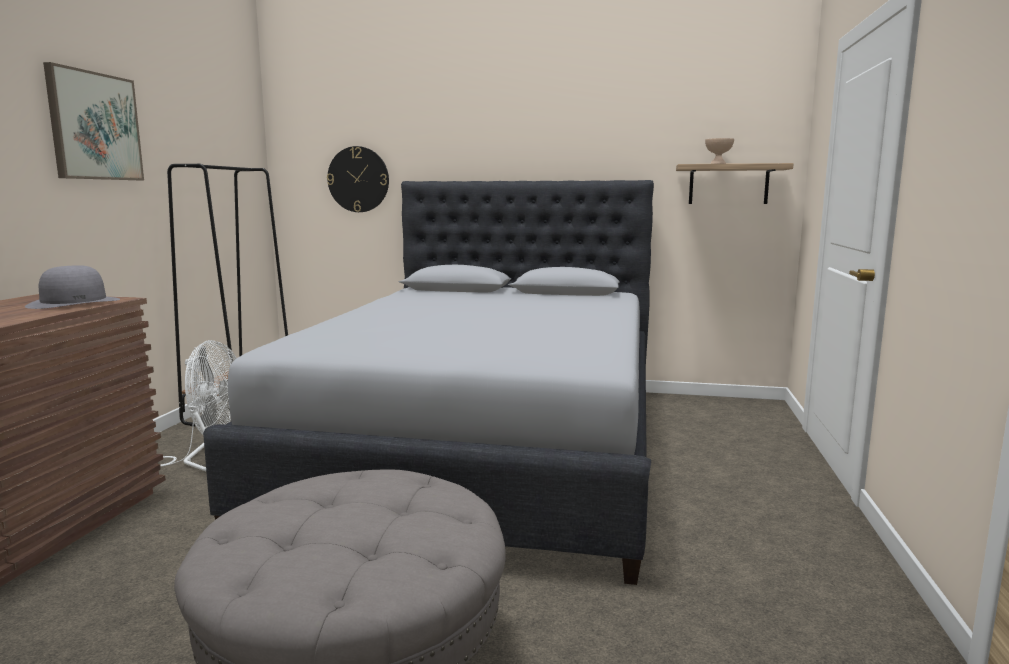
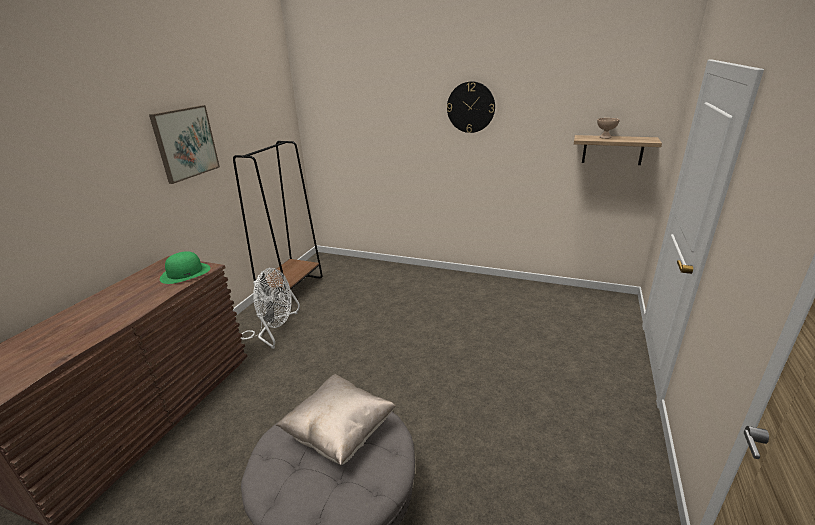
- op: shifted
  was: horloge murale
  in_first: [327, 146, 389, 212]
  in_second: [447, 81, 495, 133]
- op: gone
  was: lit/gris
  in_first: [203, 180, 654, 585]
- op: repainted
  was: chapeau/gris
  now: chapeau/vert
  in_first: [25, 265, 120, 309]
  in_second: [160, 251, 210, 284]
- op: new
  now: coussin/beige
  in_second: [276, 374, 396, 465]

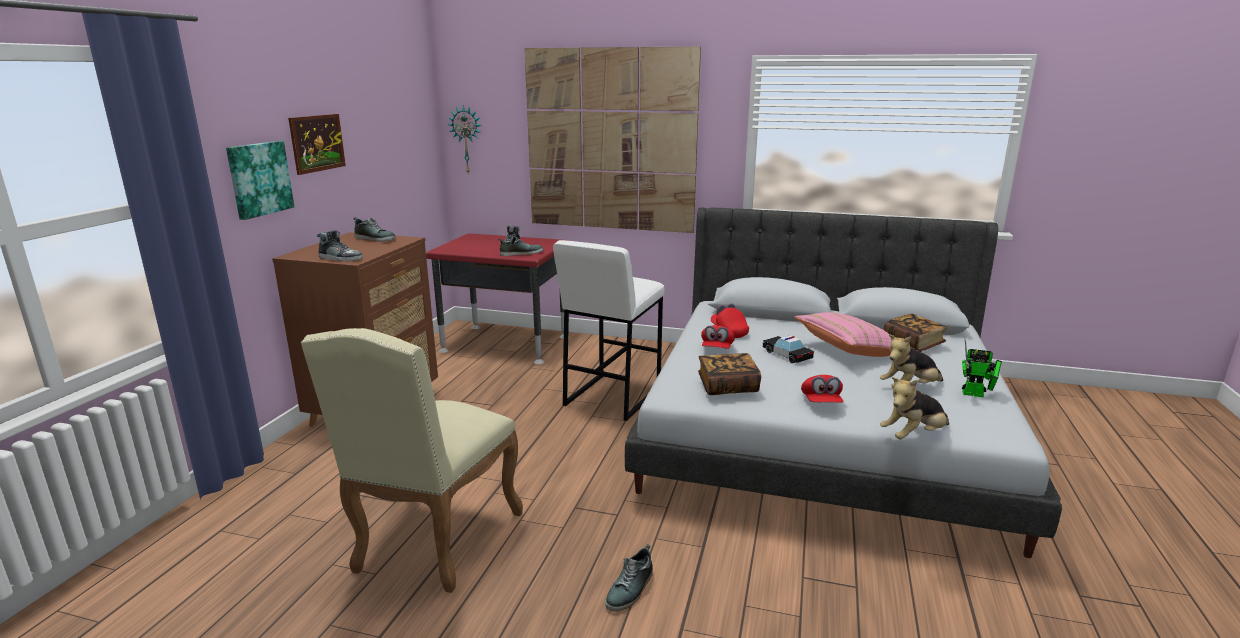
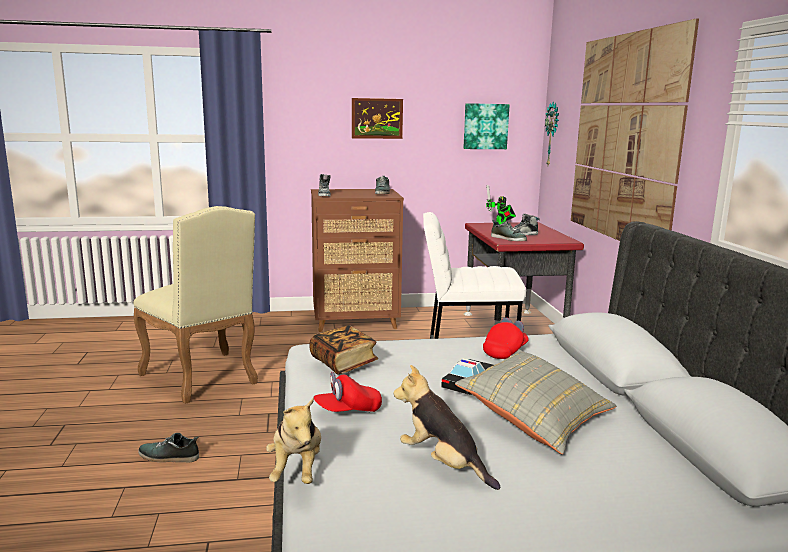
- op: shifted
  was: tableau
  in_first: [226, 141, 294, 220]
  in_second: [463, 103, 510, 149]
- op: repainted
  was: coussin/rose
  now: coussin/gris
  in_first: [795, 312, 891, 357]
  in_second: [455, 350, 616, 454]
- op: gone
  was: livre
  in_first: [884, 314, 947, 352]
- op: gone
  was: casquette/rouge
  in_first: [701, 325, 735, 349]
- op: rotated
  was: chaise/beige
  in_first: [301, 328, 523, 593]
  in_second: [134, 206, 258, 404]
  clockwise: -120
- op: shifted
  was: robot jouet
  in_first: [962, 339, 1002, 397]
  in_second: [486, 184, 516, 224]
- op: rotated
  was: peluche
  in_first: [880, 377, 949, 439]
  in_second: [266, 397, 321, 484]
  clockwise: -135

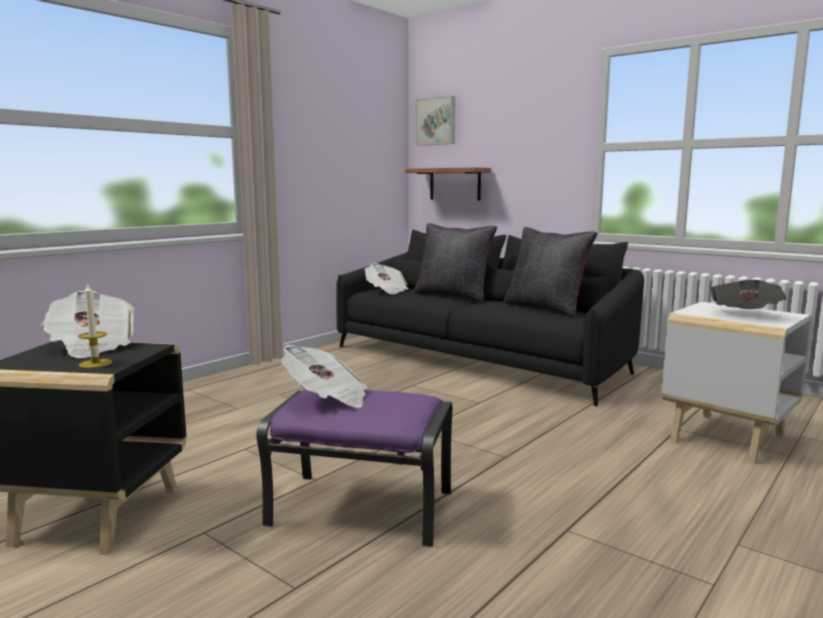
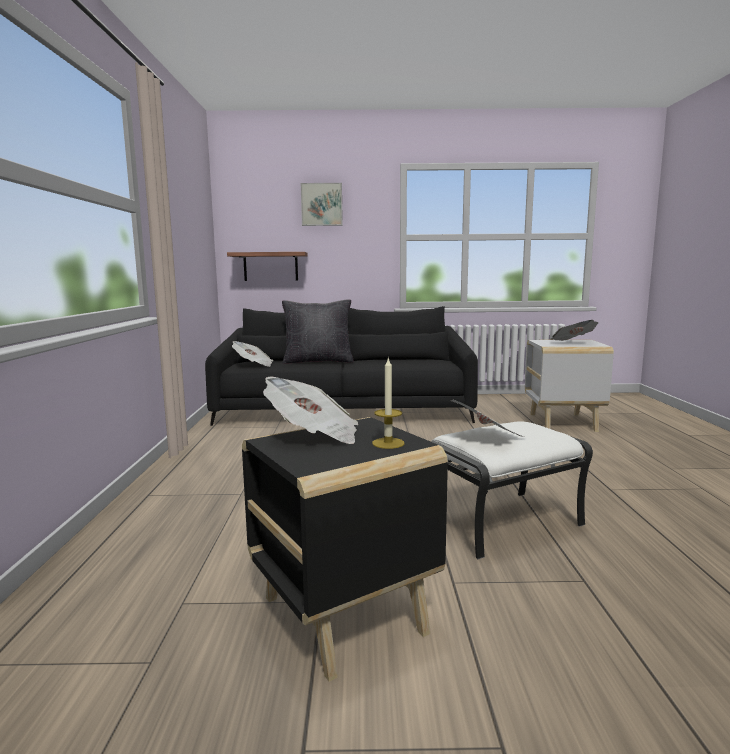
- op: shifted
  was: tableau
  in_first: [416, 96, 455, 146]
  in_second: [301, 183, 343, 226]
- op: gone
  was: coussin/noir
  in_first: [503, 227, 597, 317]
- op: repainted
  was: pouf/violet
  now: pouf/blanc
  in_first: [256, 389, 452, 547]
  in_second: [431, 421, 593, 559]

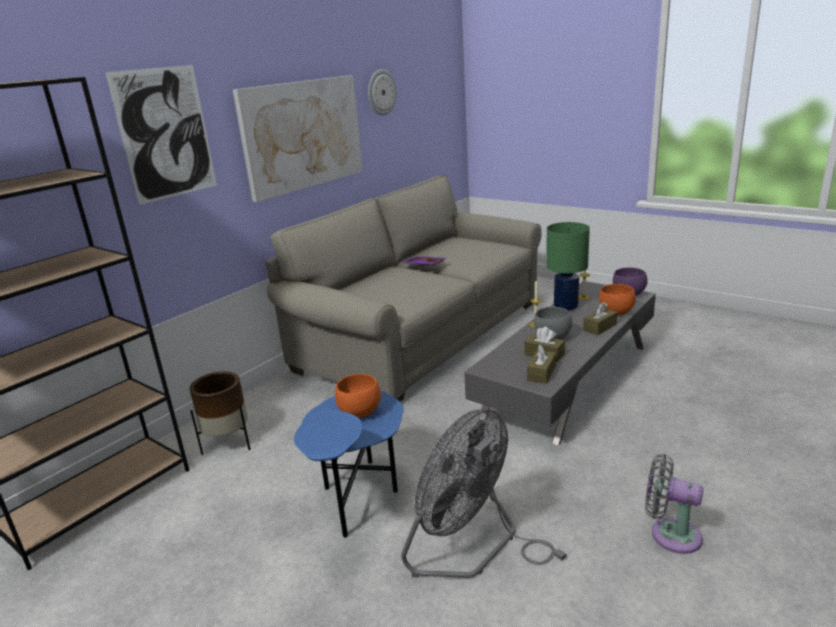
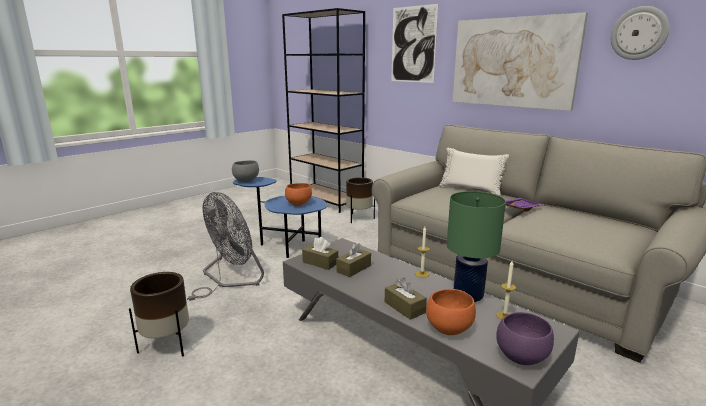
- op: shifted
  was: bol/gris
  in_first: [534, 307, 572, 340]
  in_second: [232, 160, 259, 182]
- op: swapped
  was: ventilateur/gris
  now: cache-pot/marron
  in_first: [645, 454, 703, 554]
  in_second: [129, 272, 189, 357]
- op: new
  now: coussin/blanc
  in_second: [439, 148, 509, 196]

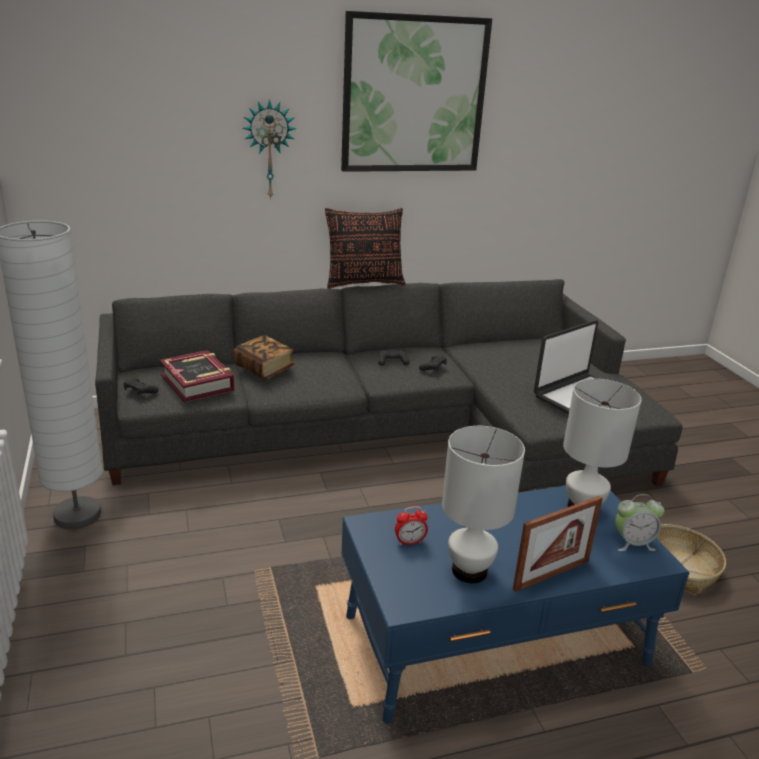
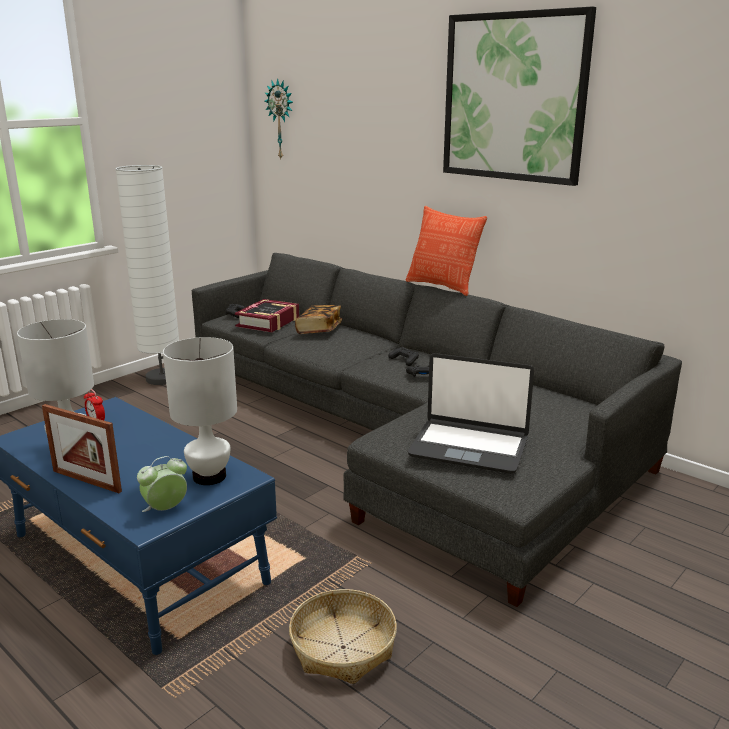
- op: shifted
  was: horloge murale
  in_first: [242, 99, 297, 200]
  in_second: [264, 78, 293, 160]
- op: repainted
  was: coussin/noir
  now: coussin/orange
  in_first: [325, 208, 405, 289]
  in_second: [406, 206, 487, 296]
- op: rotated
  was: réveil
  in_first: [615, 494, 665, 551]
  in_second: [137, 456, 187, 512]
  clockwise: 90

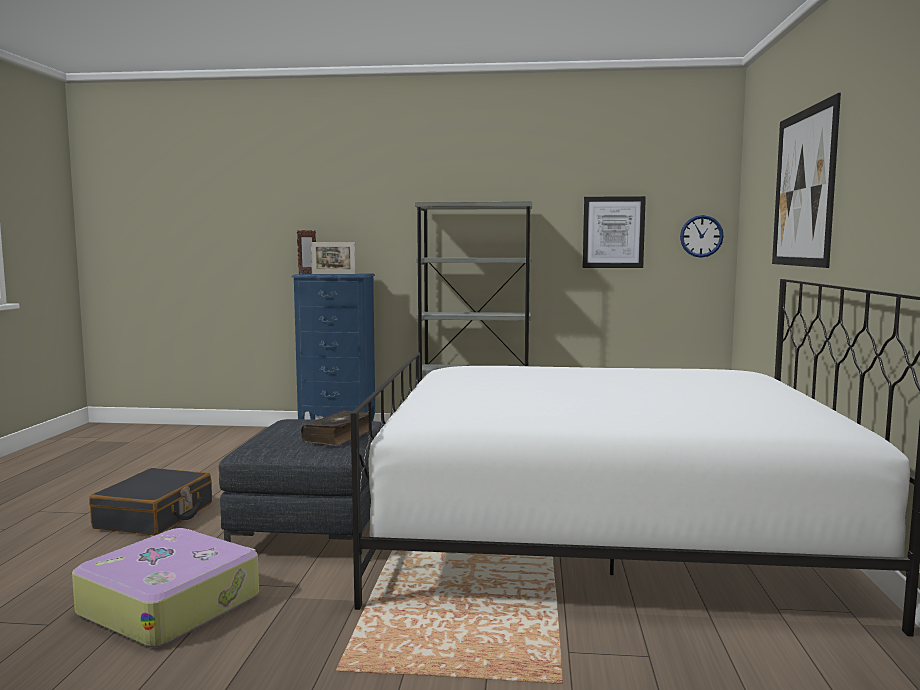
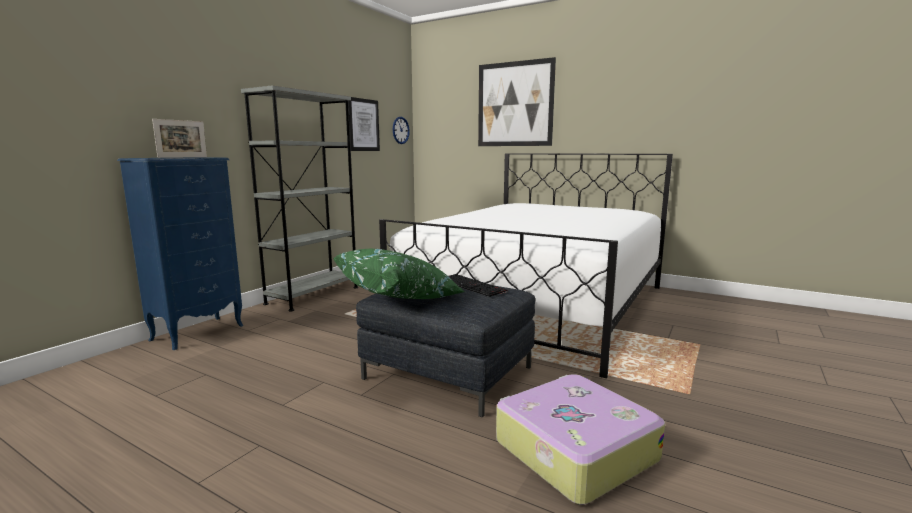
- op: gone
  was: cadre photo
  in_first: [297, 230, 316, 274]
- op: swapped
  was: livre
  now: clavier
  in_first: [301, 410, 373, 446]
  in_second: [448, 274, 508, 297]
- op: gone
  was: valise/noir
  in_first: [89, 468, 212, 535]
- op: new
  now: coussin/vert
  in_second: [333, 249, 465, 299]

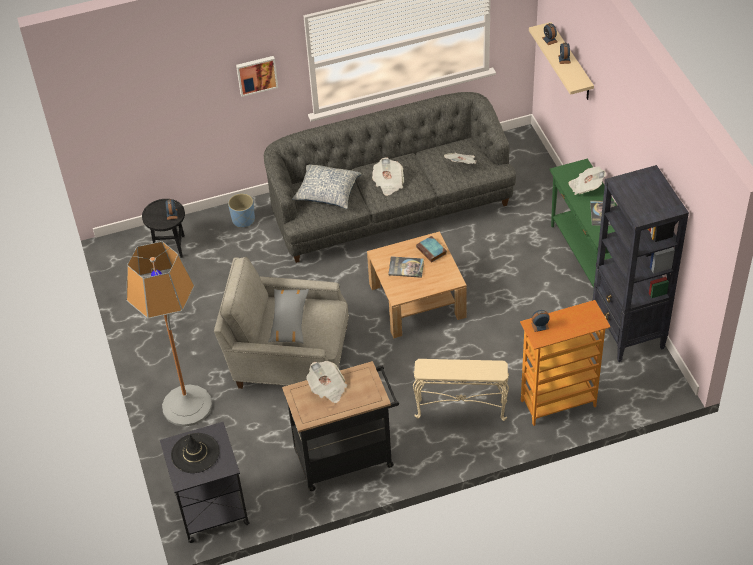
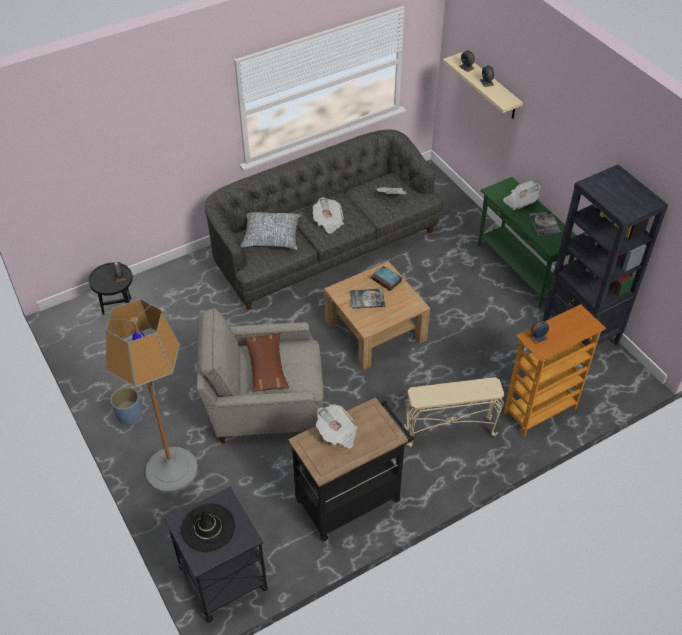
- op: gone
  was: tableau
  in_first: [236, 56, 278, 97]
- op: shifted
  was: cache-pot/bleu
  in_first: [228, 193, 255, 228]
  in_second: [110, 387, 142, 425]
- op: repainted
  was: coussin/gris
  now: coussin/marron
  in_first: [268, 289, 309, 343]
  in_second: [244, 332, 289, 392]

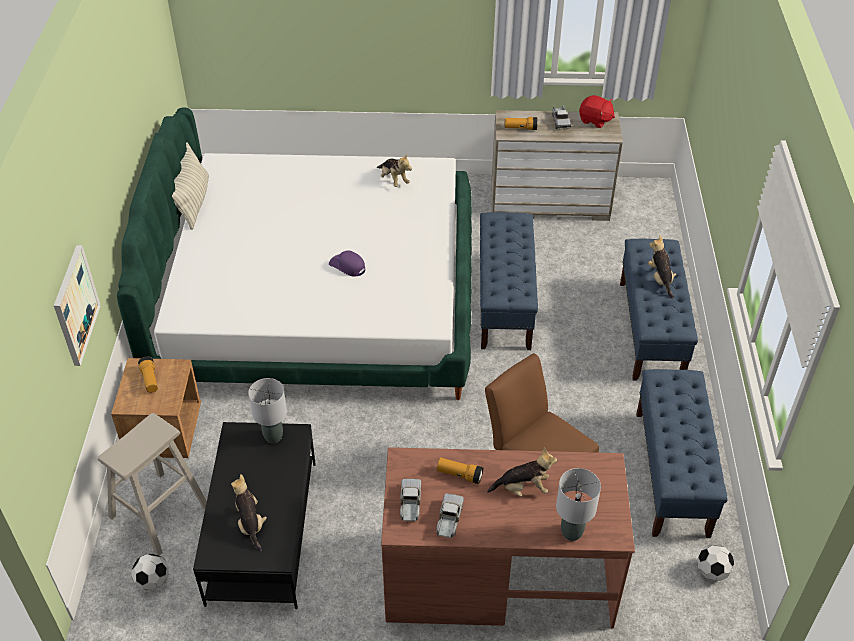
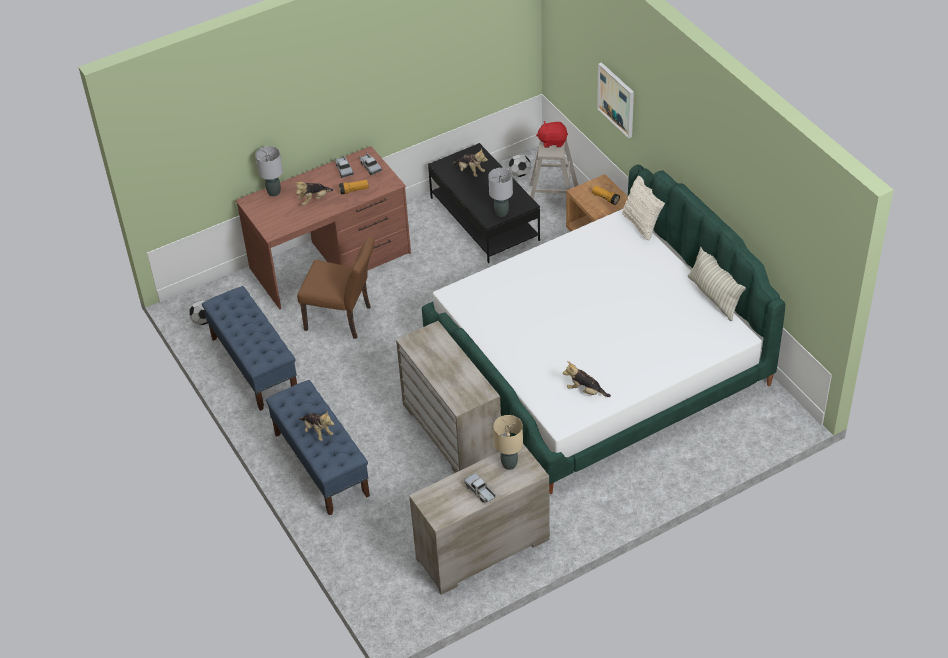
- op: shifted
  was: peluche/rouge
  in_first: [579, 95, 615, 128]
  in_second: [536, 121, 568, 148]
- op: swapped
  was: lampe de poche
  now: lampe de table/beige
  in_first: [505, 117, 538, 130]
  in_second: [494, 415, 523, 470]
- op: swapped
  was: banc/bleu
  now: commode/beige
  in_first: [480, 212, 538, 350]
  in_second: [396, 321, 502, 473]
- op: gone
  was: casquette/violet
  in_first: [329, 250, 365, 277]
- op: new
  now: coussin/beige
  in_second: [622, 175, 665, 240]

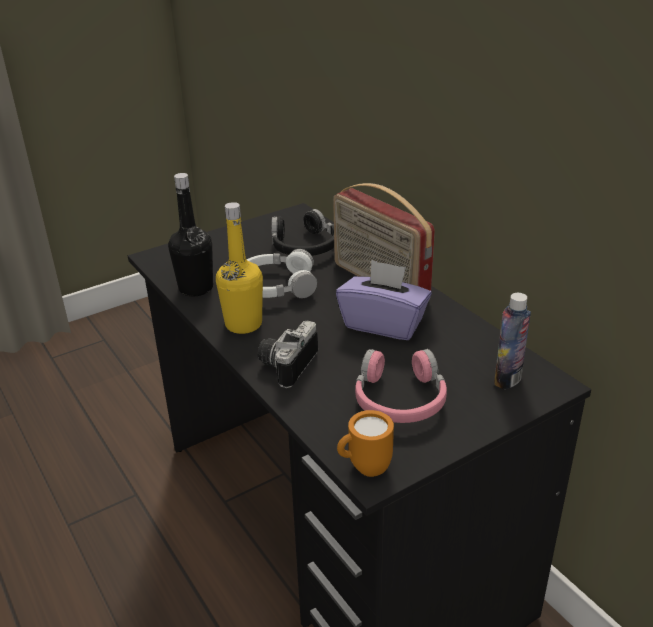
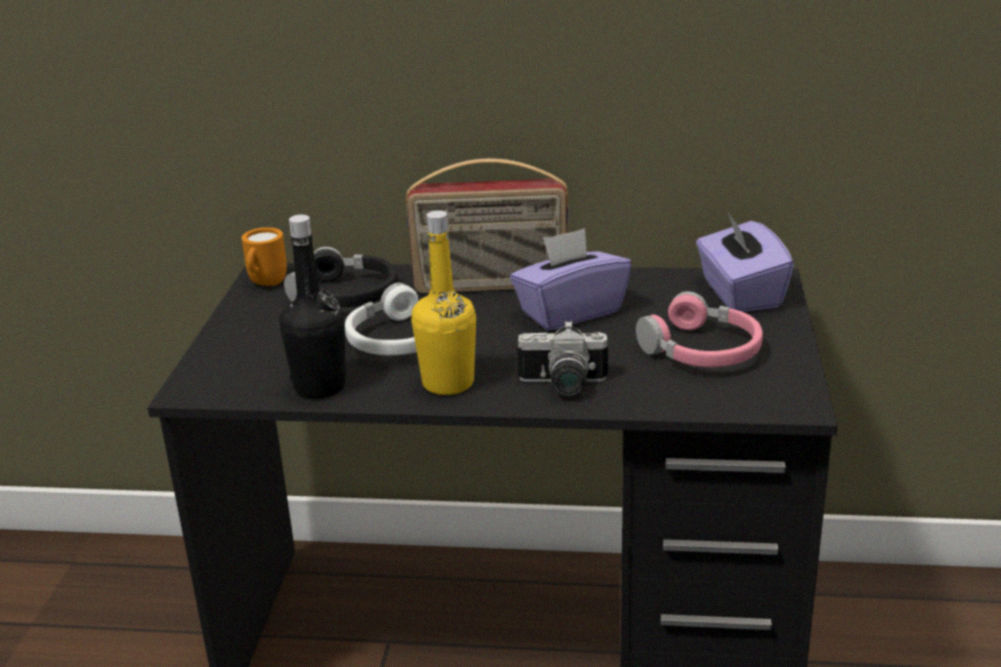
- op: swapped
  was: bouteille
  now: boîte à mouchoirs/violet
  in_first: [494, 293, 531, 389]
  in_second: [696, 213, 794, 312]
- op: rotated
  was: appareil photo
  in_first: [258, 321, 318, 388]
  in_second: [517, 320, 608, 396]
  clockwise: -60
- op: shifted
  was: mug/orange
  in_first: [337, 410, 394, 477]
  in_second: [242, 227, 287, 286]

